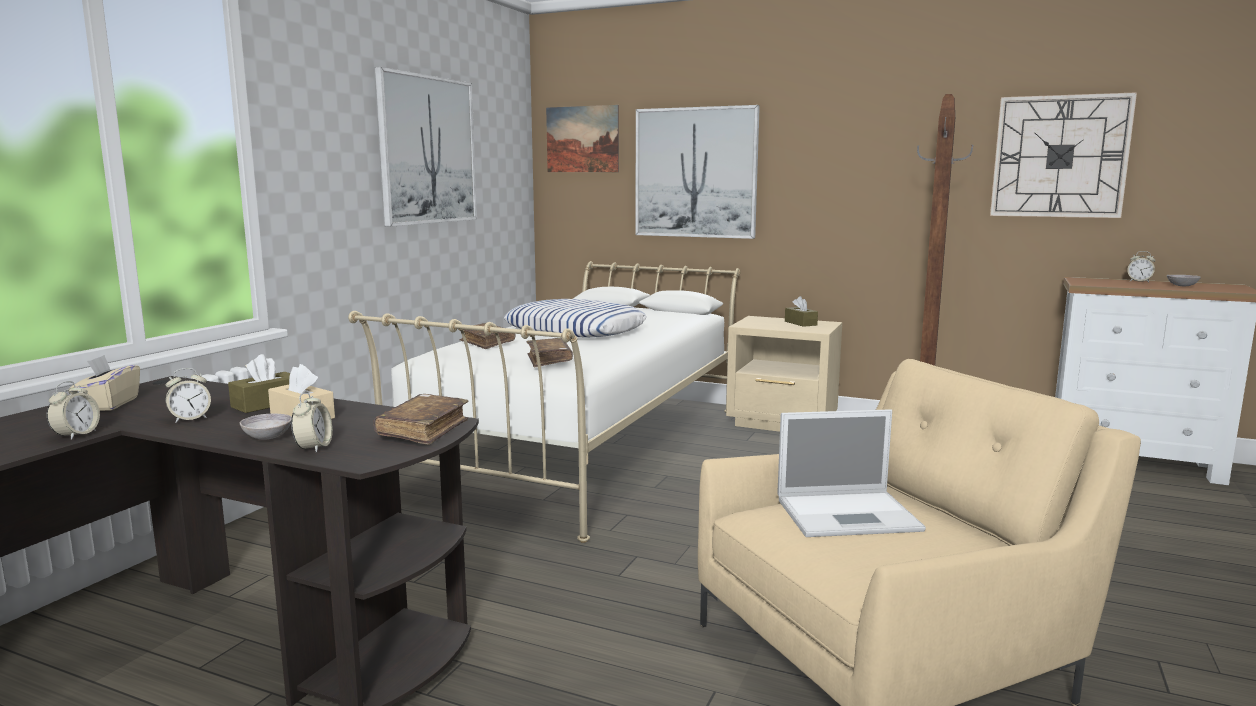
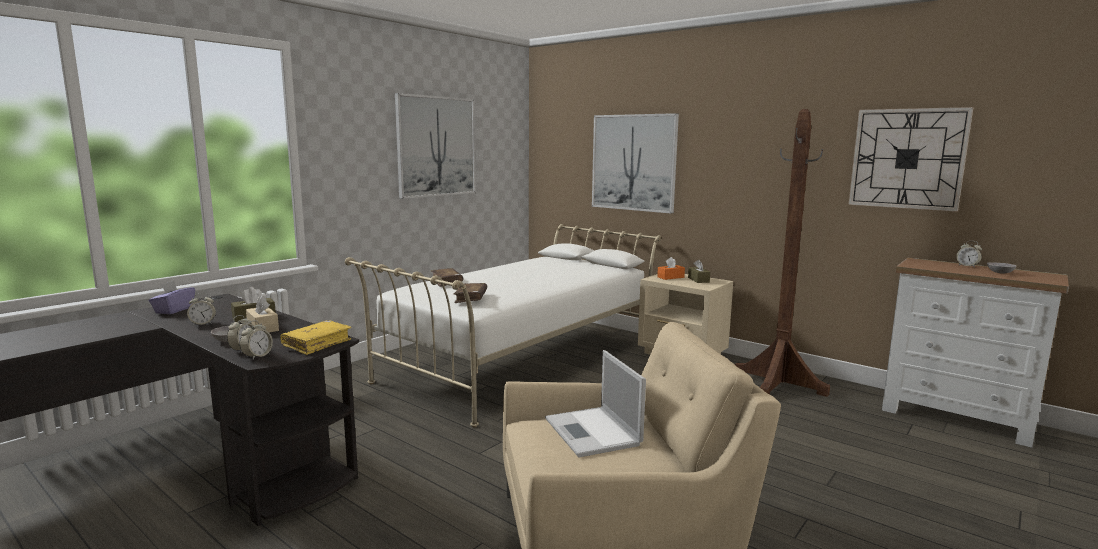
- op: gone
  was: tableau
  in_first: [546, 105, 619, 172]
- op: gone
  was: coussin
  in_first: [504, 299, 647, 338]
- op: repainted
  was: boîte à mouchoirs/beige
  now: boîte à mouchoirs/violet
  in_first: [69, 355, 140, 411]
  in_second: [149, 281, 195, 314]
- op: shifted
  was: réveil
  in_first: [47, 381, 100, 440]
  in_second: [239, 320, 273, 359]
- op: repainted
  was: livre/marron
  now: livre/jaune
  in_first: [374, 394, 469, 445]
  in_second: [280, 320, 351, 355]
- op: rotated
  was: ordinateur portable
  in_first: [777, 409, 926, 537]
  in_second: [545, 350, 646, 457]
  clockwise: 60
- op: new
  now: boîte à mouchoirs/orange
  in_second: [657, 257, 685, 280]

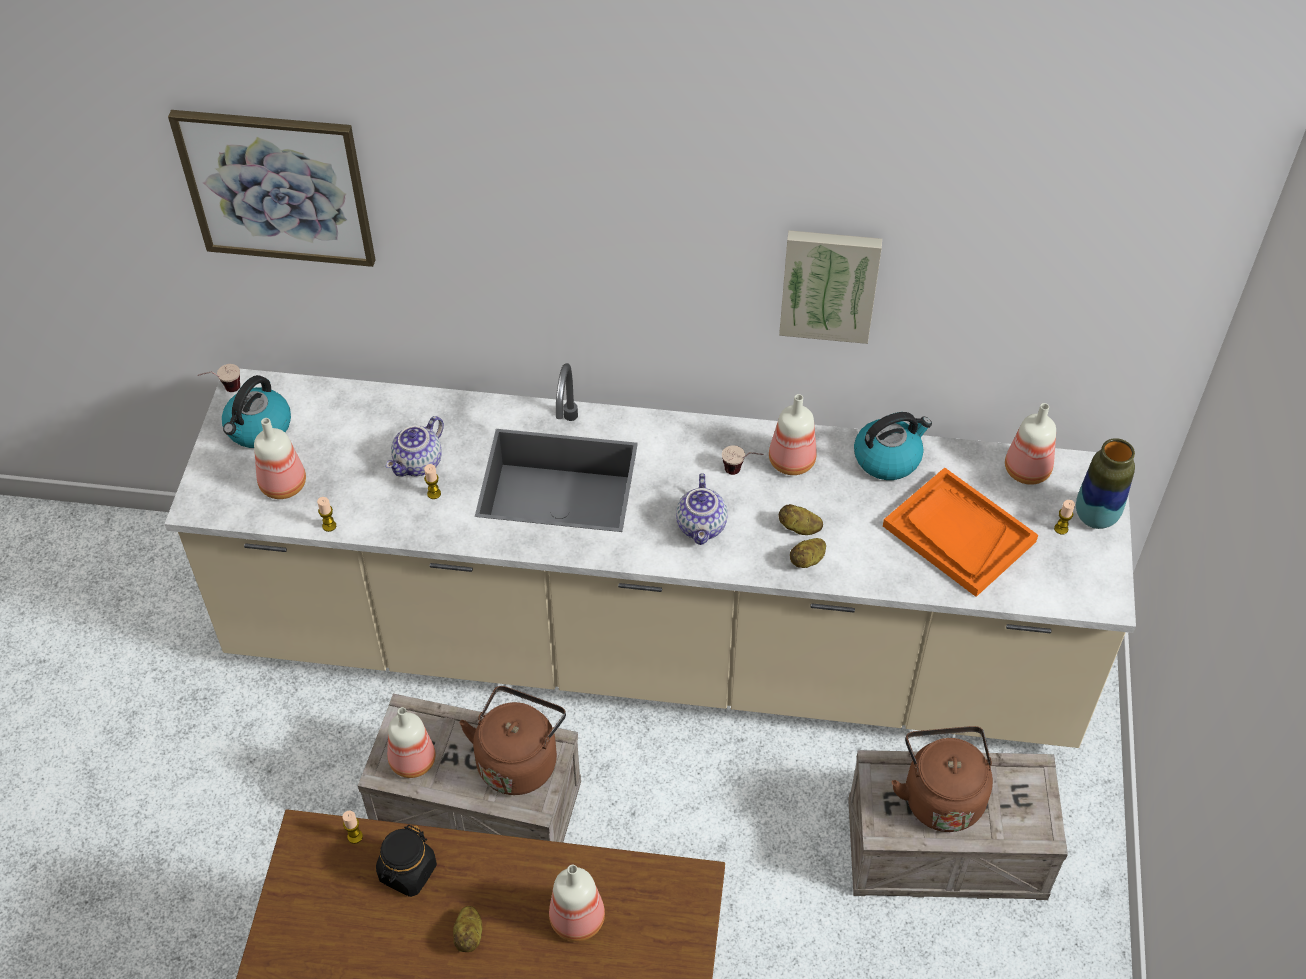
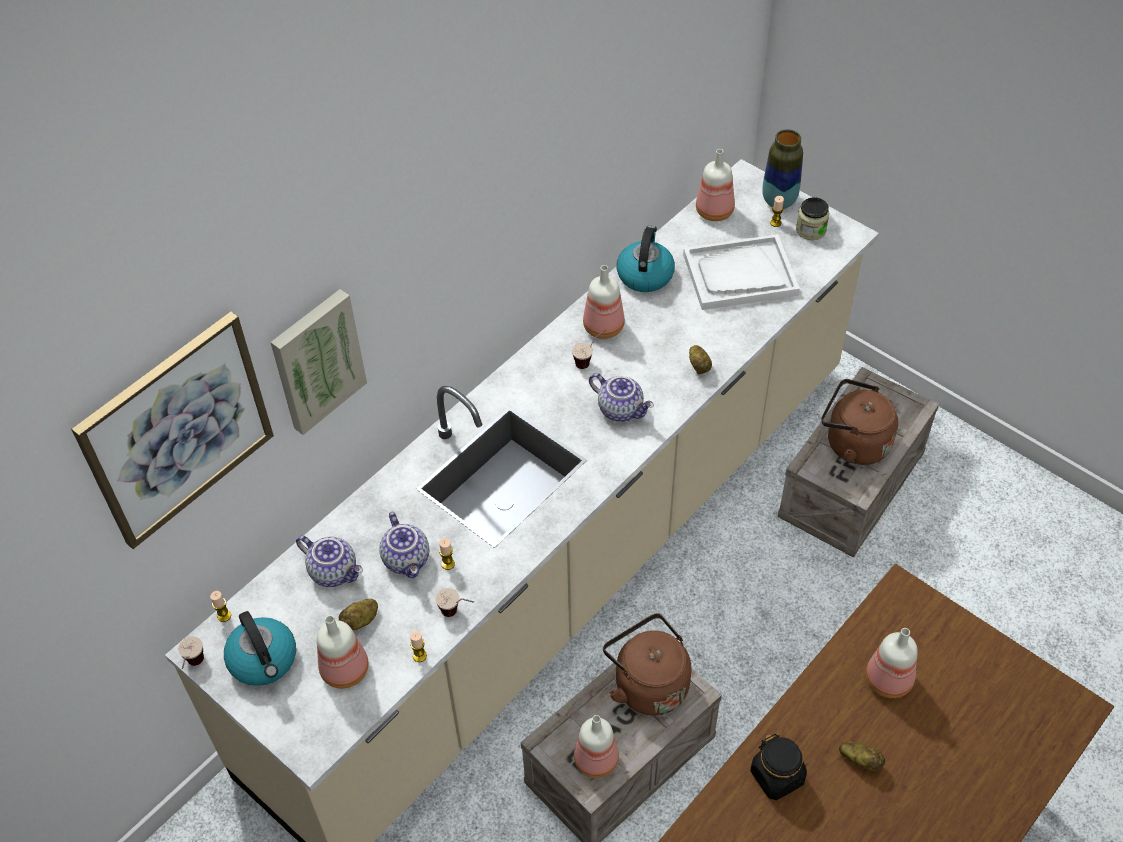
- op: shifted
  was: tableau
  in_first: [779, 230, 882, 344]
  in_second: [271, 289, 367, 435]
- op: repainted
  was: plateau/orange
  now: plateau/blanc
  in_first: [883, 468, 1038, 597]
  in_second: [683, 234, 800, 310]
- op: shifted
  was: pomme de terre
  in_first: [778, 504, 823, 535]
  in_second: [339, 599, 378, 630]
- op: shifted
  was: bougie
  in_first: [342, 811, 363, 844]
  in_second: [210, 591, 231, 622]
- op: new
  now: bocal
  in_second: [796, 197, 829, 240]
- op: new
  now: théière
  in_second: [296, 535, 363, 587]
- op: new
  now: tasse
  in_second: [435, 588, 474, 617]

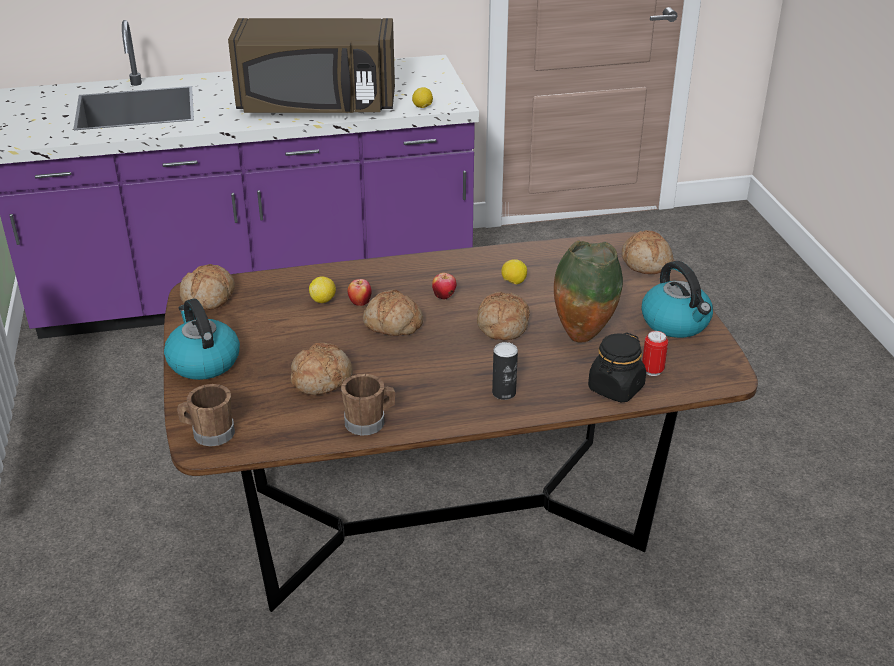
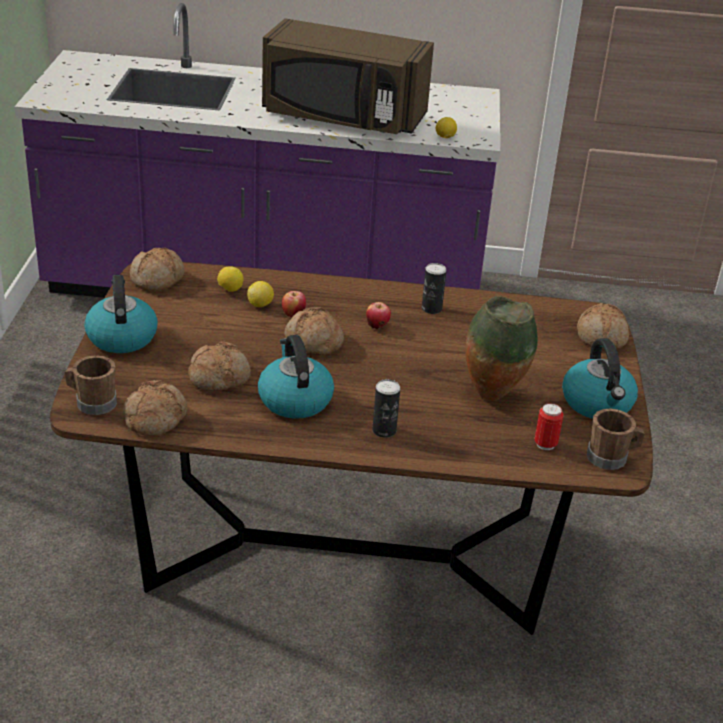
- op: shifted
  was: citron
  in_first: [501, 259, 527, 284]
  in_second: [217, 266, 244, 292]
- op: shifted
  was: pain
  in_first: [477, 291, 530, 340]
  in_second: [123, 380, 187, 436]
- op: gone
  was: bocal/noir
  in_first: [588, 332, 646, 402]
- op: shifted
  was: mug/marron
  in_first: [341, 374, 395, 436]
  in_second: [587, 408, 645, 470]
- op: new
  now: boîte métallique
  in_second: [422, 263, 447, 314]
- op: new
  now: bouilloire
  in_second: [258, 335, 334, 419]

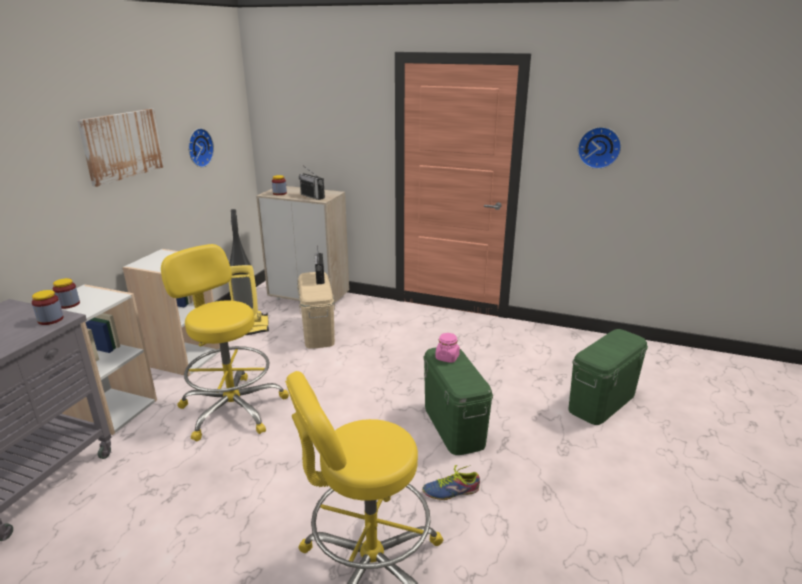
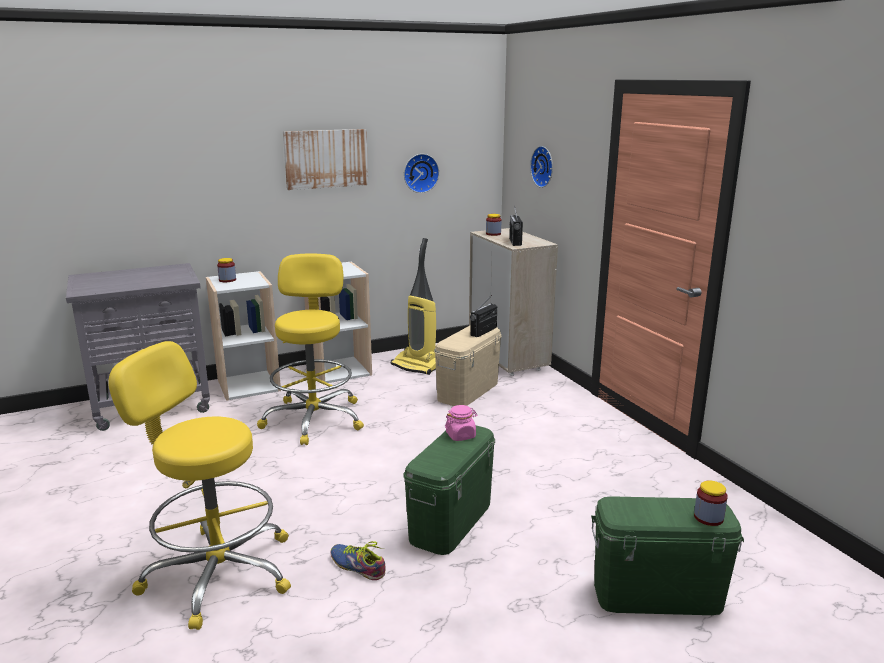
- op: shifted
  was: horloge murale
  in_first: [578, 127, 621, 169]
  in_second: [530, 146, 553, 188]
- op: shifted
  was: bocal
  in_first: [32, 290, 64, 325]
  in_second: [694, 481, 728, 526]

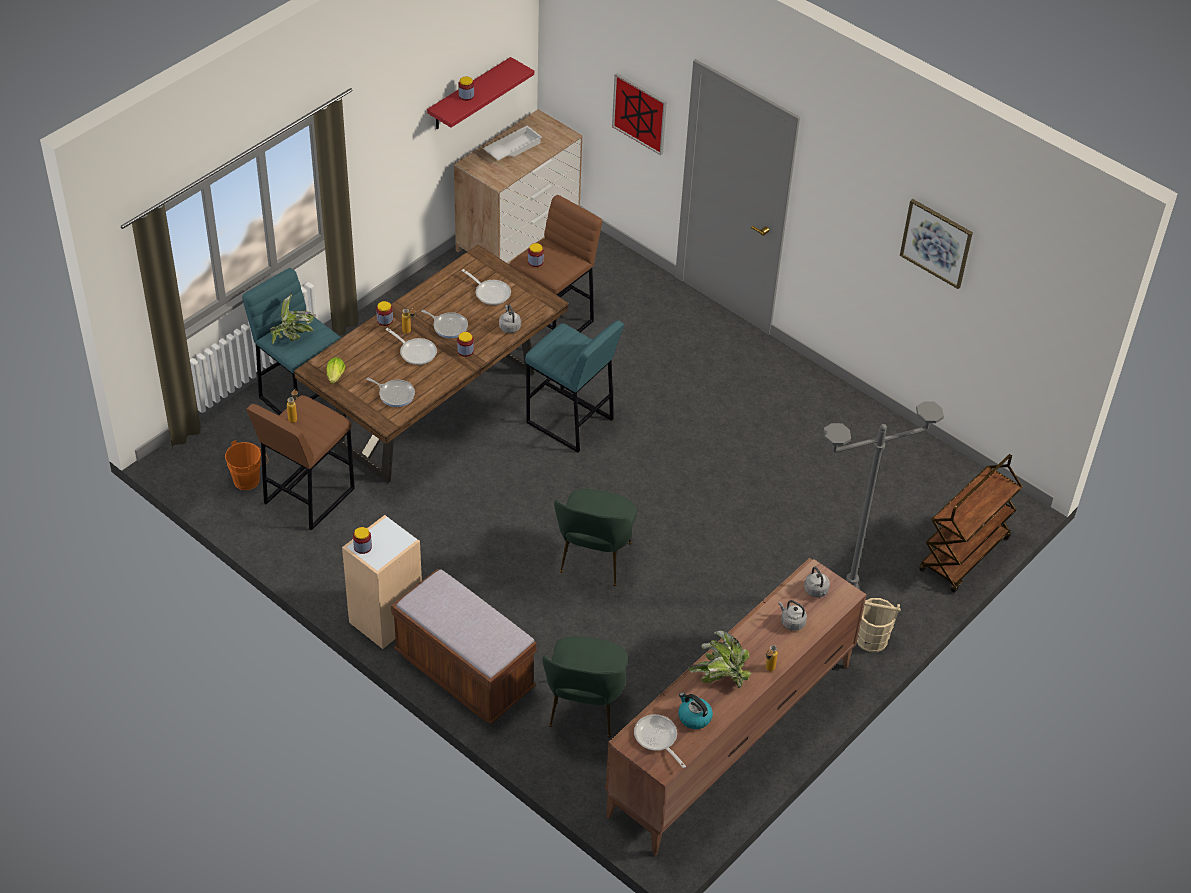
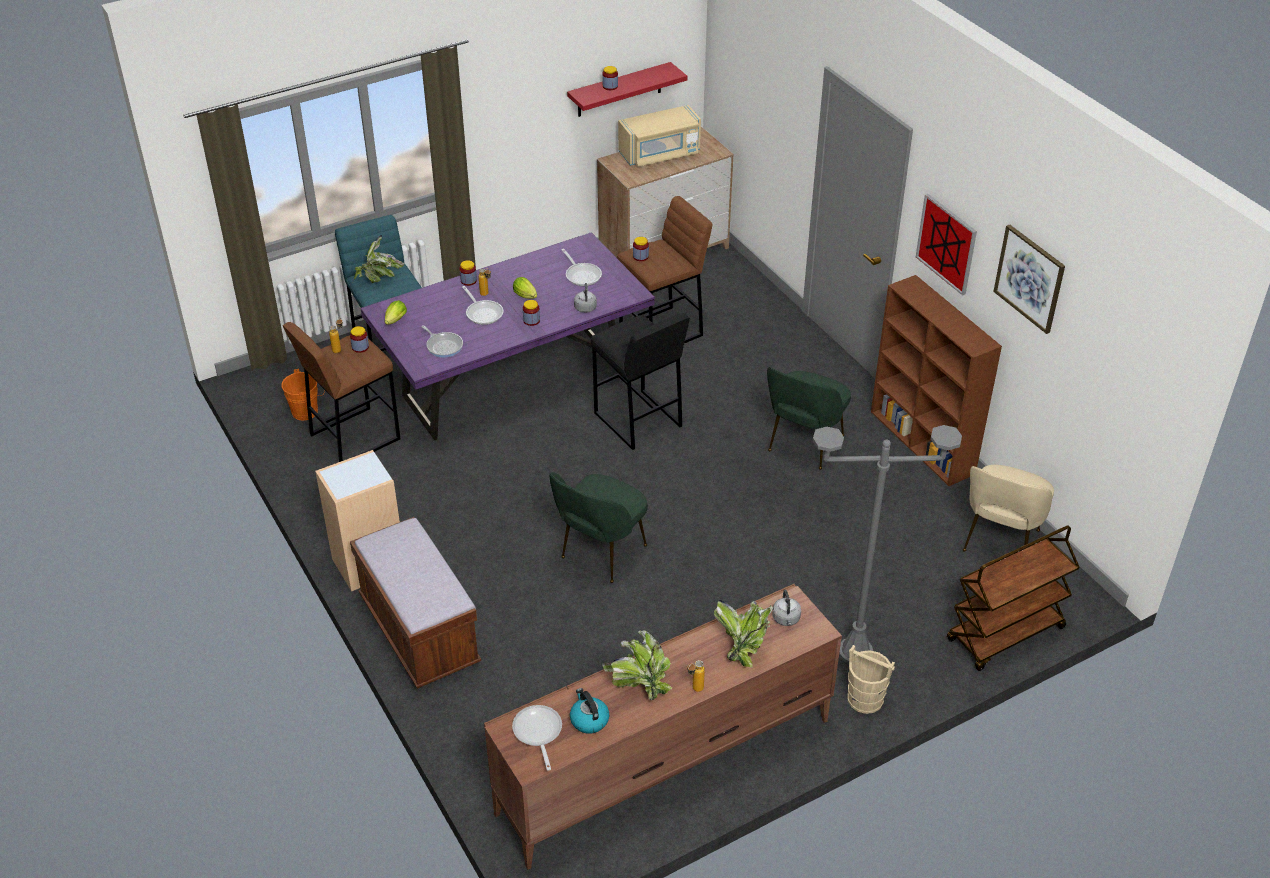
- op: shifted
  was: tableau
  in_first: [612, 73, 667, 155]
  in_second: [916, 194, 977, 296]
- op: swapped
  was: plateau/blanc
  now: micro-ondes/beige
  in_first: [483, 126, 542, 160]
  in_second: [618, 105, 701, 167]
- op: repainted
  was: table à manger/marron
  now: table à manger/violet
  in_first: [294, 245, 569, 483]
  in_second: [360, 232, 655, 440]
- op: swapped
  was: poêle
  now: laitue
  in_first: [422, 310, 468, 338]
  in_second: [513, 277, 537, 299]
- op: repainted
  was: tabouret/turquoise
  now: tabouret/noir
  in_first: [525, 321, 624, 453]
  in_second: [591, 313, 690, 450]
- op: shifted
  was: bocal
  in_first: [353, 527, 372, 554]
  in_second: [350, 326, 369, 353]
- op: swapped
  was: bouilloire/gris
  now: plante en pot
  in_first: [779, 600, 807, 631]
  in_second: [714, 600, 773, 668]
- op: shifted
  was: chaise/vert
  in_first: [542, 636, 628, 738]
  in_second: [767, 367, 851, 470]
- op: new
  now: bibliothèque/marron
  in_second: [871, 275, 1002, 486]
- op: new
  now: chaise/beige
  in_second: [963, 465, 1054, 552]

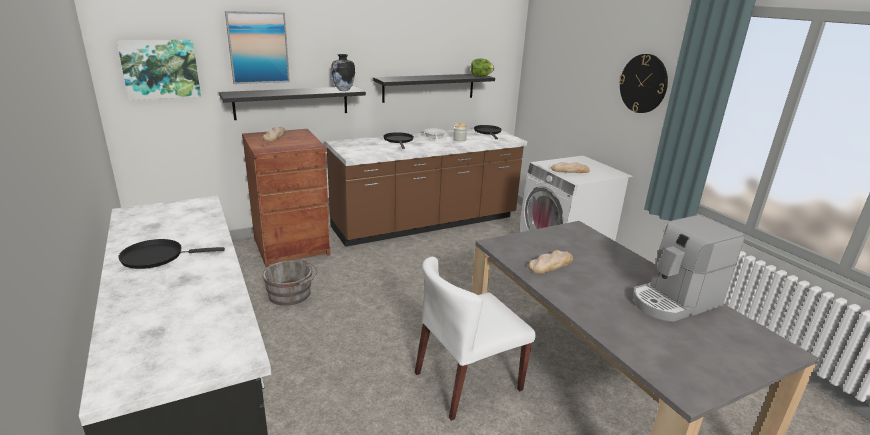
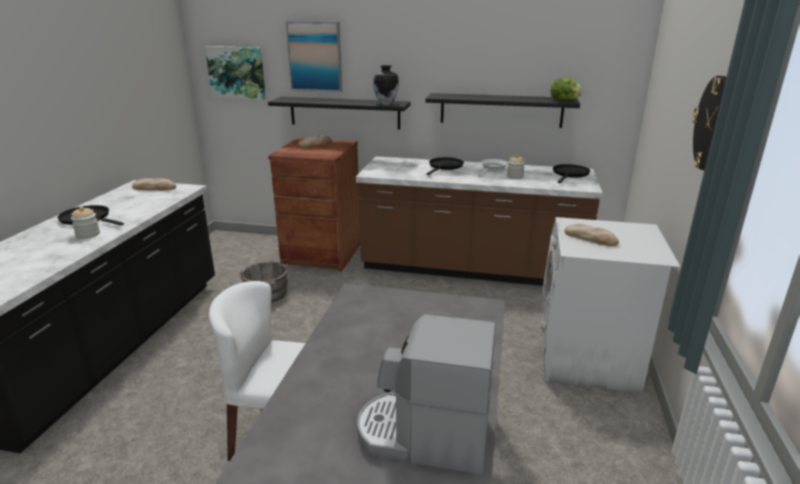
- op: shifted
  was: pain
  in_first: [528, 250, 573, 274]
  in_second: [132, 178, 176, 191]
- op: new
  now: bocal
  in_second: [71, 207, 100, 239]

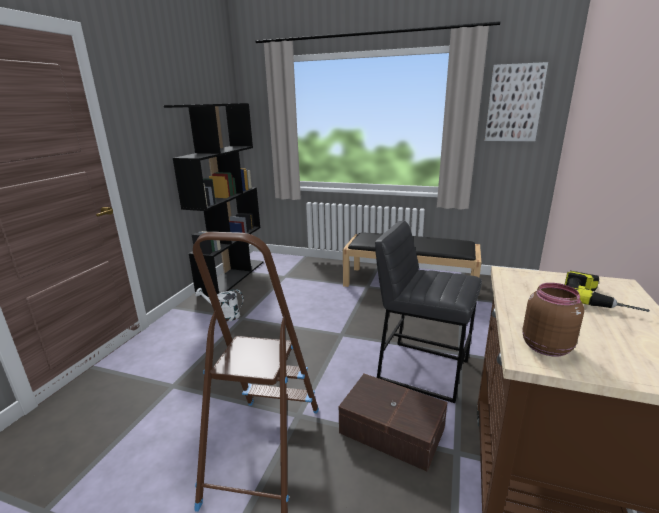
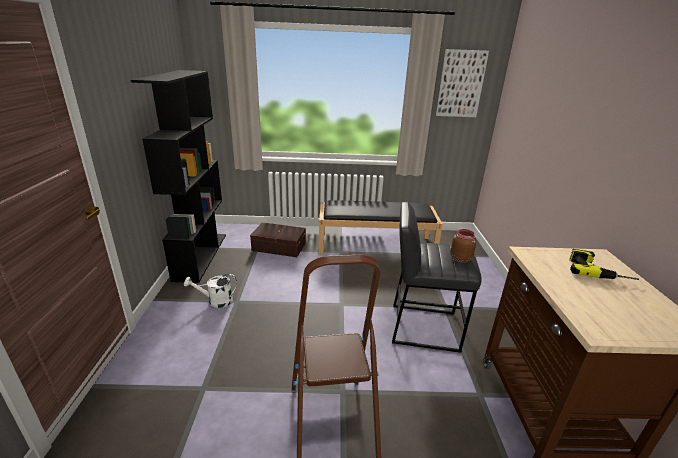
- op: shifted
  was: bocal/marron
  in_first: [522, 283, 584, 357]
  in_second: [450, 229, 476, 262]
- op: shifted
  was: boîte de rangement/marron
  in_first: [339, 374, 447, 472]
  in_second: [250, 222, 306, 257]

